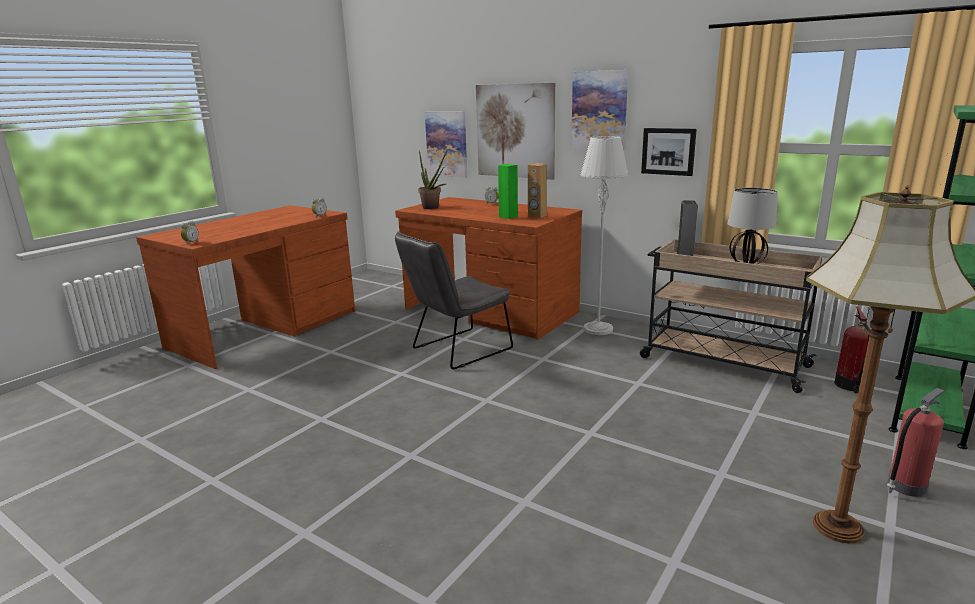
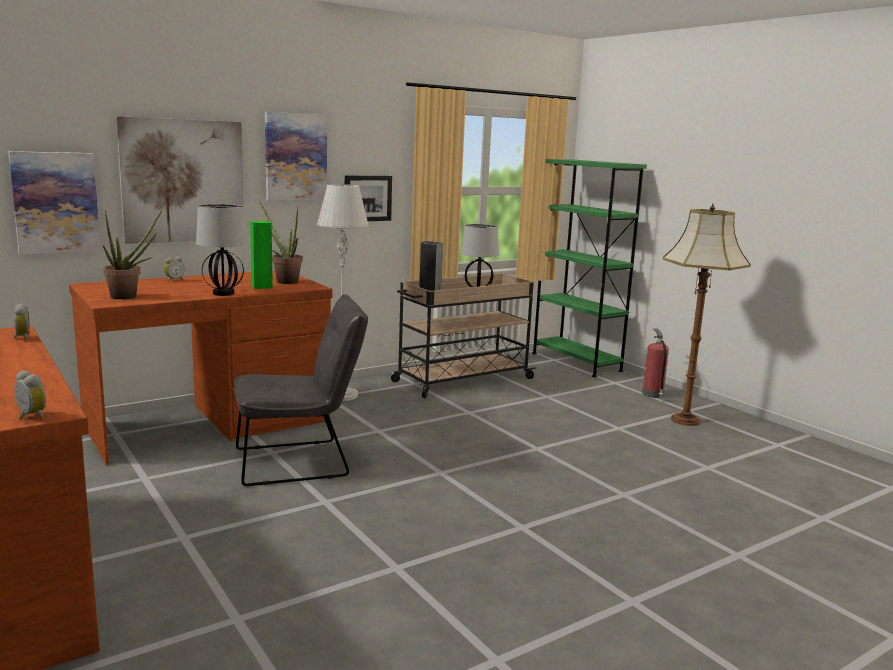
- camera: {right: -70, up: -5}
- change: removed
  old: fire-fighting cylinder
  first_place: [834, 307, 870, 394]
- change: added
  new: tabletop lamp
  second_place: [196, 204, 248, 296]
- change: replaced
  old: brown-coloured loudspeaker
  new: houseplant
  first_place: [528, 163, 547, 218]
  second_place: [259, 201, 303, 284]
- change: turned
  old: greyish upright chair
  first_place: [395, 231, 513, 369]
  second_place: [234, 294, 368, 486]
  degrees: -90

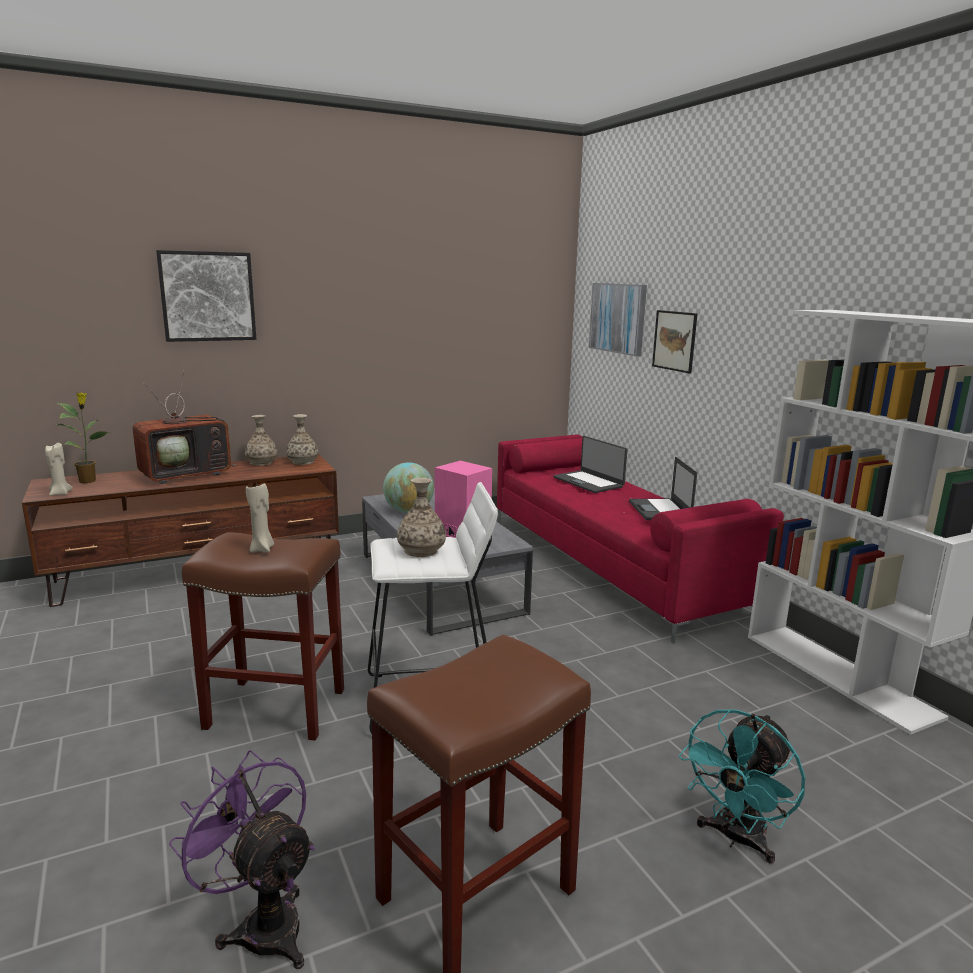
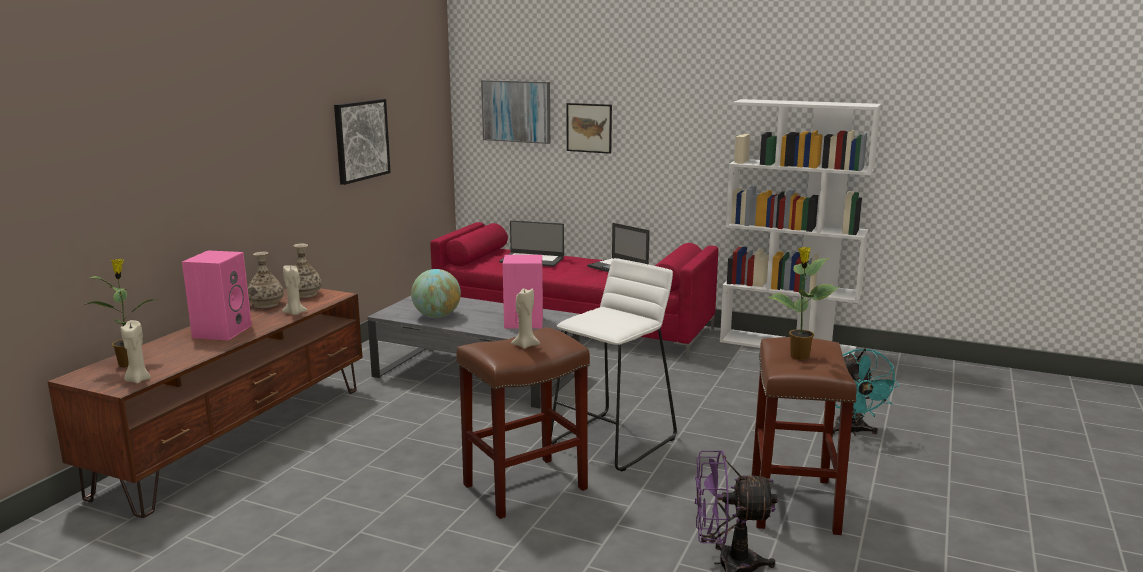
- camera: {right: -40, up: 0}
- change: removed
  old: decorative vase
  first_place: [397, 478, 446, 557]
- change: added
  new: sand-coloured wax candle
  second_place: [282, 266, 307, 315]
- change: added
  new: houseplant
  second_place: [767, 247, 839, 360]
- change: moved
  old: wall art
  first_place: [156, 250, 256, 342]
  second_place: [334, 99, 391, 185]
- change: replaced
  old: TV
  new: pink-coloured loudspeaker
  first_place: [132, 370, 237, 484]
  second_place: [182, 250, 252, 340]

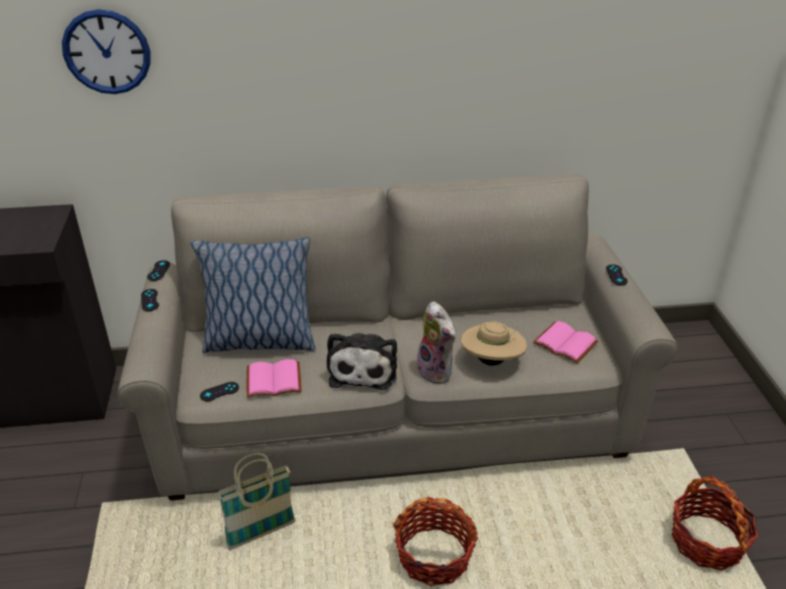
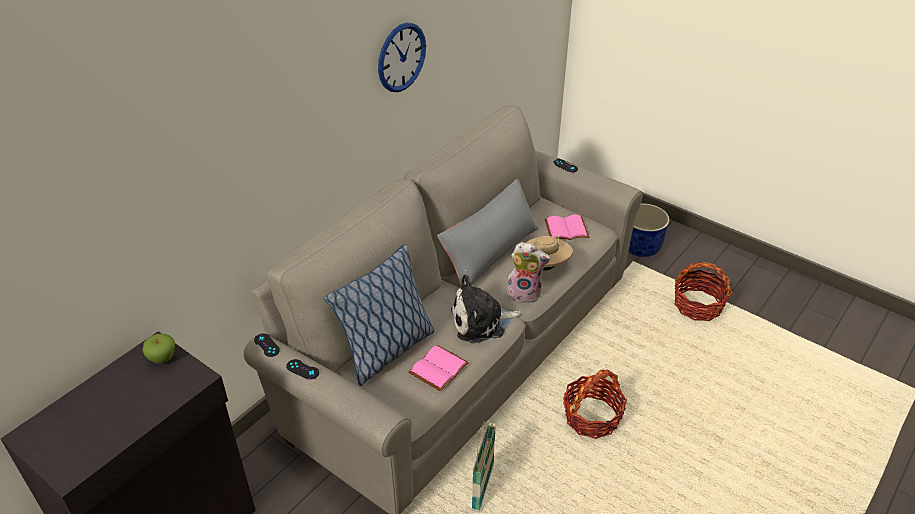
- camera: {right: -45, up: 5}
- change: removed
  old: black-coloured gamepad
  first_place: [200, 382, 239, 401]
- change: added
  new: apple fruit
  second_place: [142, 334, 175, 364]
- change: added
  new: greyish pillow
  second_place: [437, 179, 538, 286]
- change: added
  new: blue planter
  second_place: [628, 203, 669, 257]
- change: moved
  old: hanging clock
  first_place: [62, 9, 151, 94]
  second_place: [378, 22, 426, 92]
- change: turned
  old: soft toy
  first_place: [327, 333, 397, 390]
  second_place: [451, 274, 521, 343]
  degrees: 120

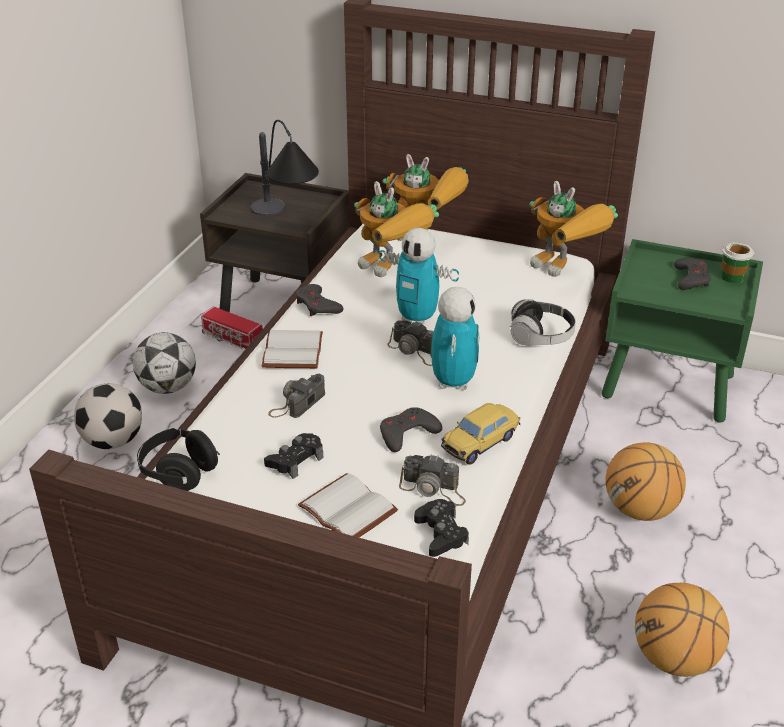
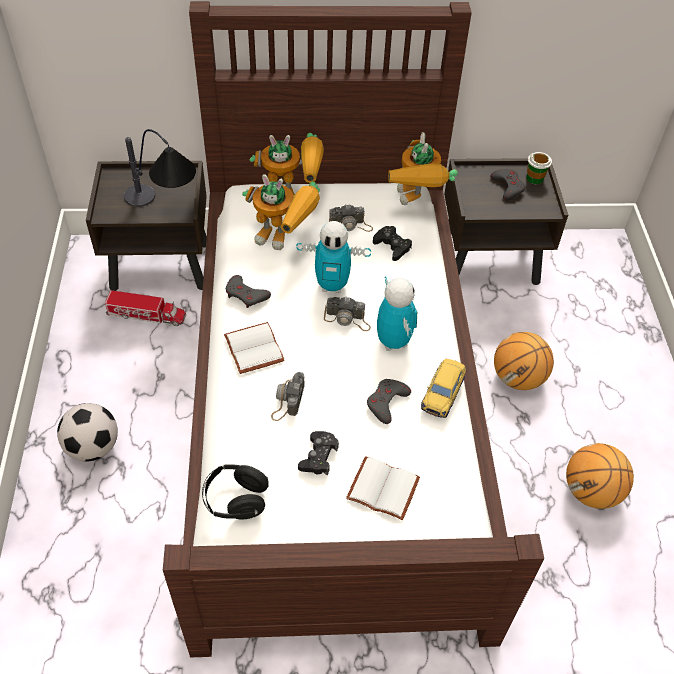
- camera: {right: -25, up: 15}
- change: removed
  old: ball for football
  first_place: [133, 332, 196, 394]
- change: removed
  old: headphones
  first_place: [510, 299, 576, 345]
- change: moved
  old: photo camera
  first_place: [399, 454, 466, 506]
  second_place: [329, 205, 373, 232]
- change: moved
  old: black-coloured gamepad
  first_place: [414, 499, 469, 557]
  second_place: [373, 226, 412, 261]
- change: recoloured
  old: green-coloured night table
  new: brown-coloured night table
  first_place: [601, 239, 763, 423]
  second_place: [444, 158, 568, 285]
- change: turned
  old: model robot
  first_place: [529, 181, 618, 277]
  second_place: [388, 132, 458, 205]
  degrees: 60

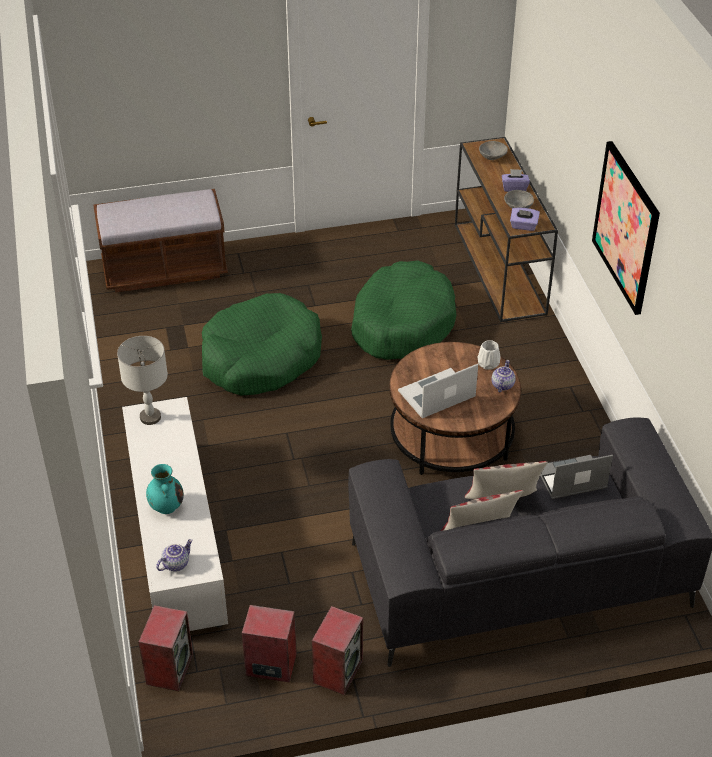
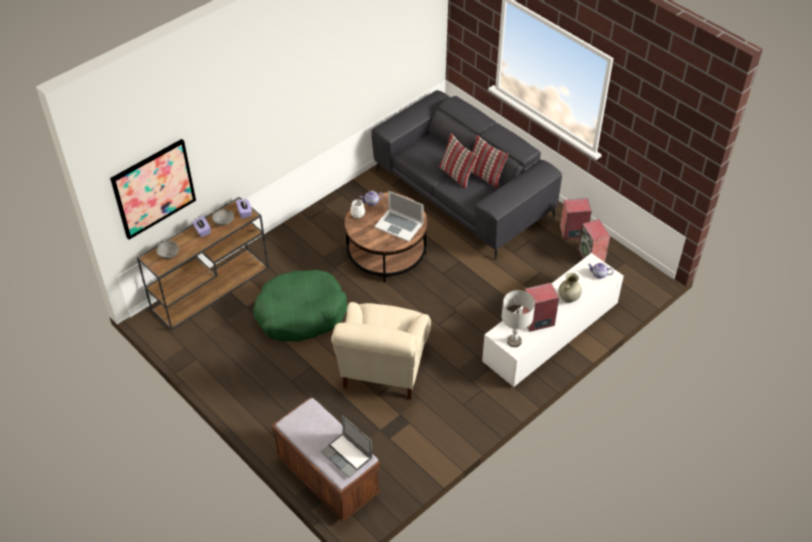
- camera: {right: -120, up: 5}
- change: moved
  old: loudspeaker
  first_place: [138, 605, 193, 691]
  second_place: [522, 283, 559, 332]
- change: moved
  old: notebook computer
  first_place: [540, 455, 613, 499]
  second_place: [321, 415, 373, 478]
- change: moved
  old: wall art
  first_place: [592, 141, 660, 315]
  second_place: [110, 139, 196, 240]
- change: replaced
  old: green-coloured pet bed
  new: sand-coloured armchair
  first_place: [202, 293, 322, 396]
  second_place: [331, 302, 431, 400]
- change: recoloured
  old: turquoise-coloured decorative vase
  new: sand-coloured decorative vase
  first_place: [146, 464, 184, 514]
  second_place: [559, 273, 582, 303]

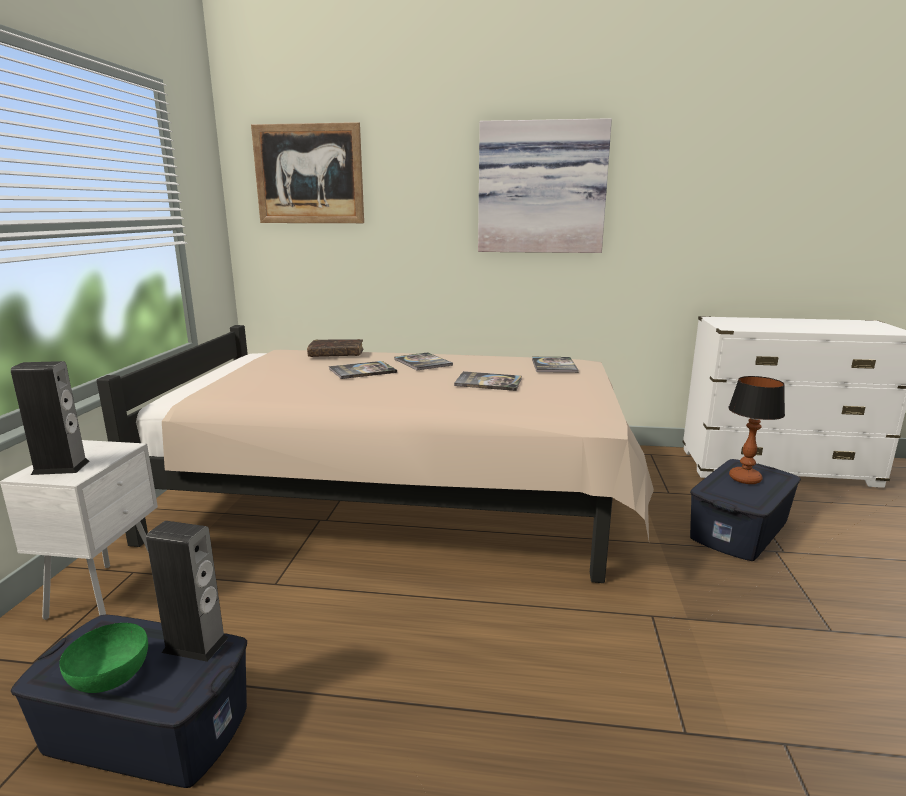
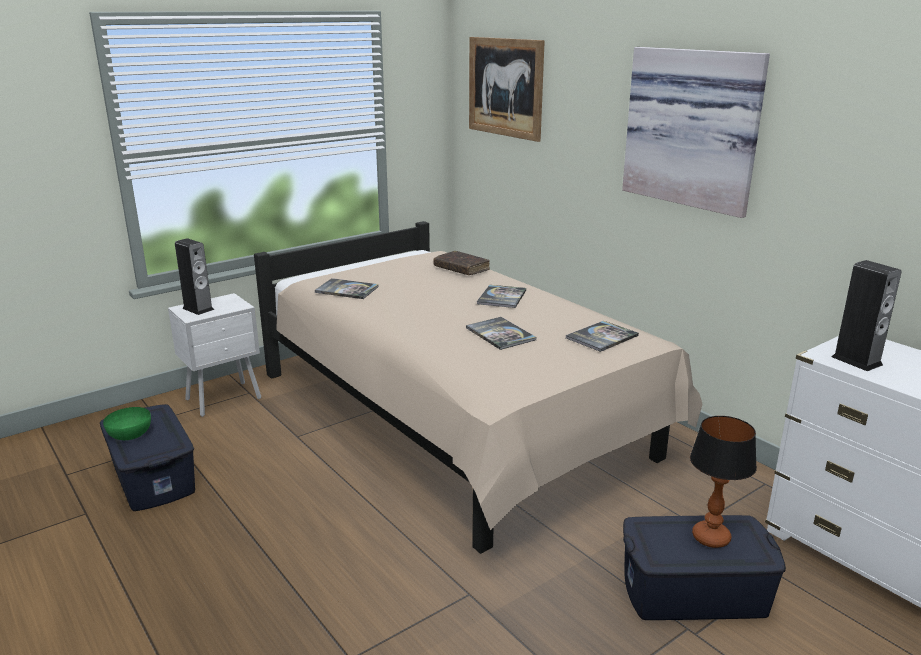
- camera: {right: 45, up: 5}
- change: moved
  old: loudspeaker
  first_place: [146, 521, 228, 662]
  second_place: [831, 260, 902, 371]
- change: moved
  old: volume
  first_place: [329, 361, 397, 379]
  second_place: [315, 278, 379, 299]

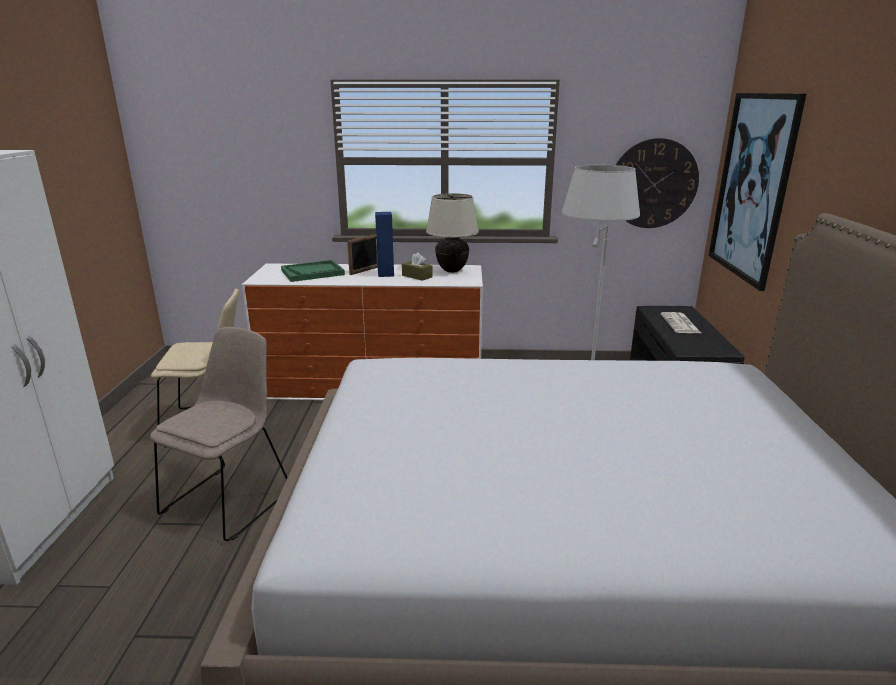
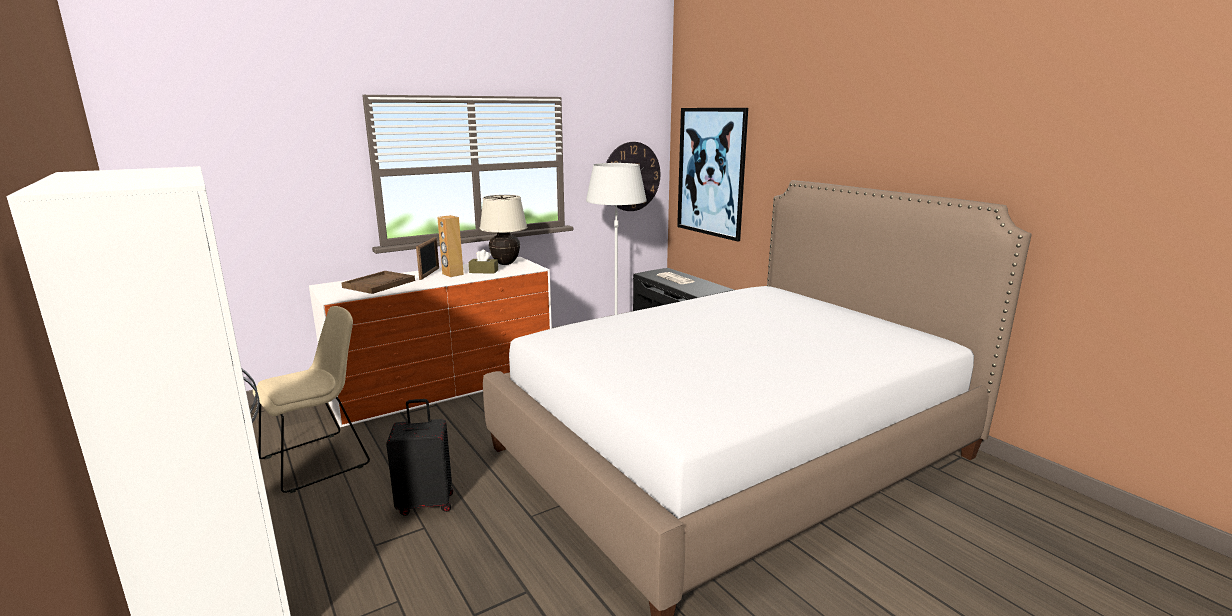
- camera: {right: -35, up: -5}
- change: replaced
  old: sand-coloured upright chair
  new: black-coloured suitcase
  first_place: [150, 327, 288, 541]
  second_place: [386, 399, 453, 516]
- change: recoloured
  old: green-coloured tray
  new: brown-coloured tray
  first_place: [281, 260, 345, 282]
  second_place: [342, 271, 415, 294]
- change: recoloured
  old: blue loudspeaker
  new: brown-coloured loudspeaker
  first_place: [375, 212, 394, 277]
  second_place: [437, 215, 464, 277]

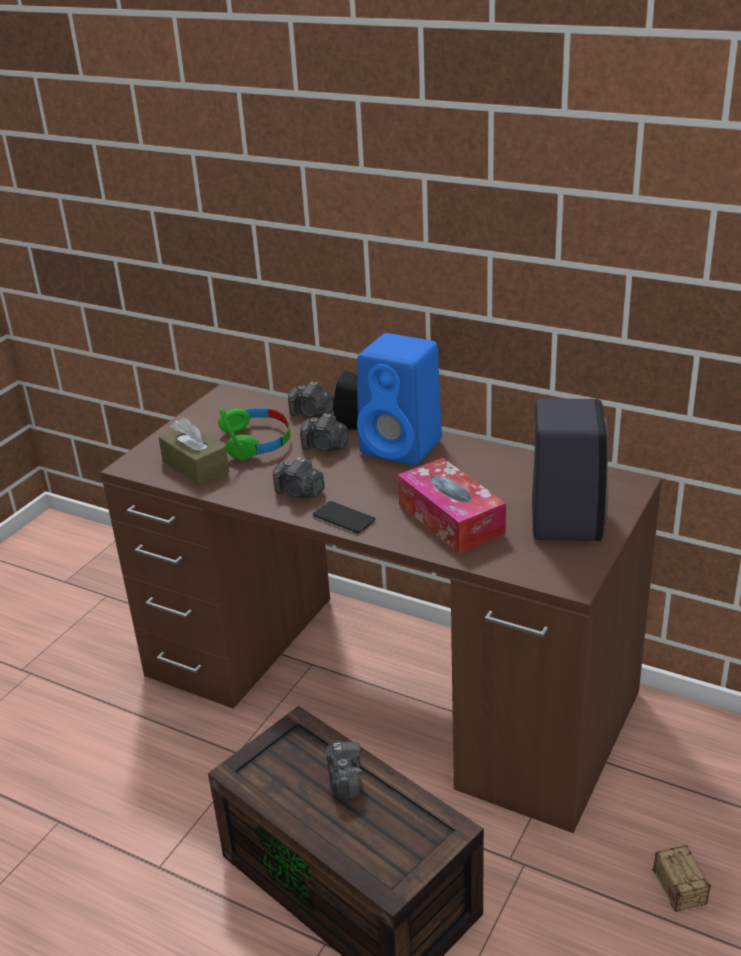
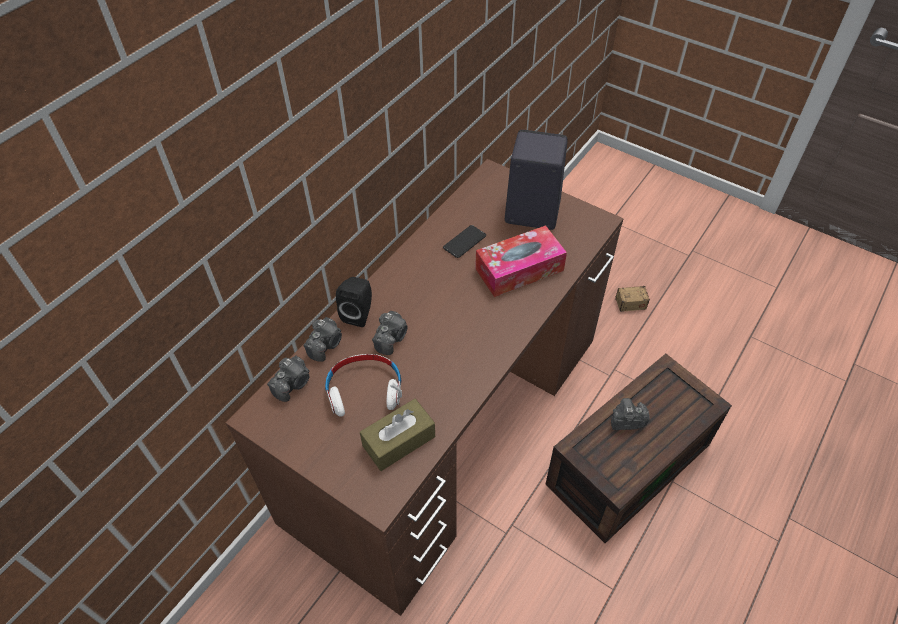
- camera: {right: -85, up: 20}
- change: removed
  old: blue loudspeaker
  first_place: [357, 333, 442, 465]
- change: moved
  old: photo camera
  first_place: [273, 457, 325, 498]
  second_place: [267, 356, 310, 402]
- change: moved
  old: handset
  first_place: [313, 501, 375, 533]
  second_place: [443, 225, 486, 258]
- change: recoloured
  old: green-coloured headphones
  new: white headphones
  first_place: [218, 408, 290, 460]
  second_place: [325, 354, 402, 417]

